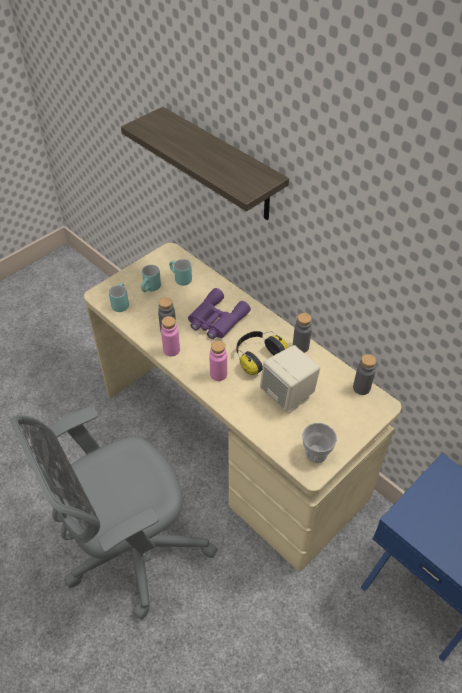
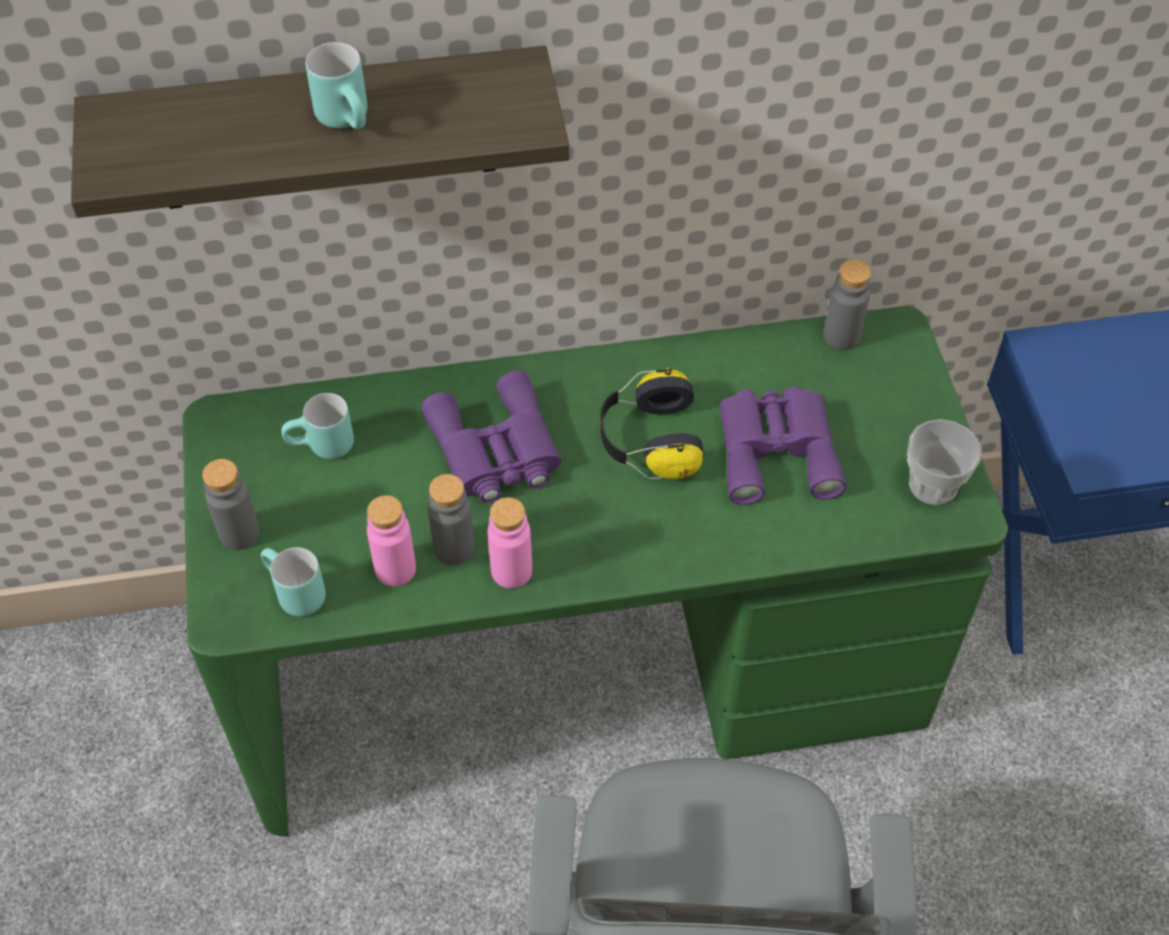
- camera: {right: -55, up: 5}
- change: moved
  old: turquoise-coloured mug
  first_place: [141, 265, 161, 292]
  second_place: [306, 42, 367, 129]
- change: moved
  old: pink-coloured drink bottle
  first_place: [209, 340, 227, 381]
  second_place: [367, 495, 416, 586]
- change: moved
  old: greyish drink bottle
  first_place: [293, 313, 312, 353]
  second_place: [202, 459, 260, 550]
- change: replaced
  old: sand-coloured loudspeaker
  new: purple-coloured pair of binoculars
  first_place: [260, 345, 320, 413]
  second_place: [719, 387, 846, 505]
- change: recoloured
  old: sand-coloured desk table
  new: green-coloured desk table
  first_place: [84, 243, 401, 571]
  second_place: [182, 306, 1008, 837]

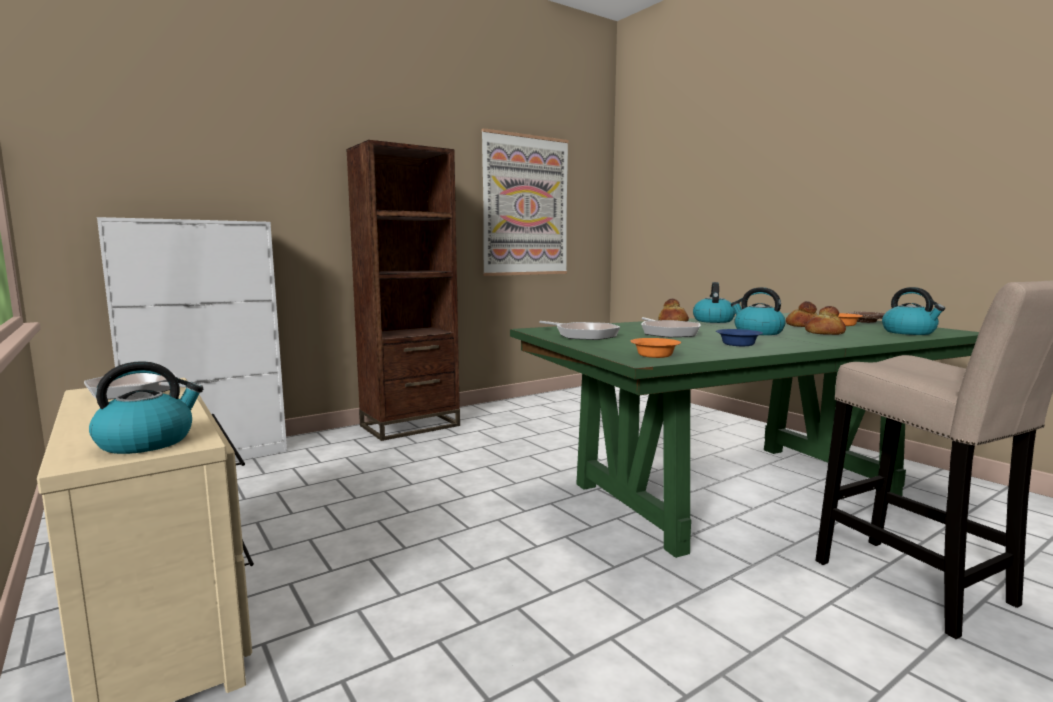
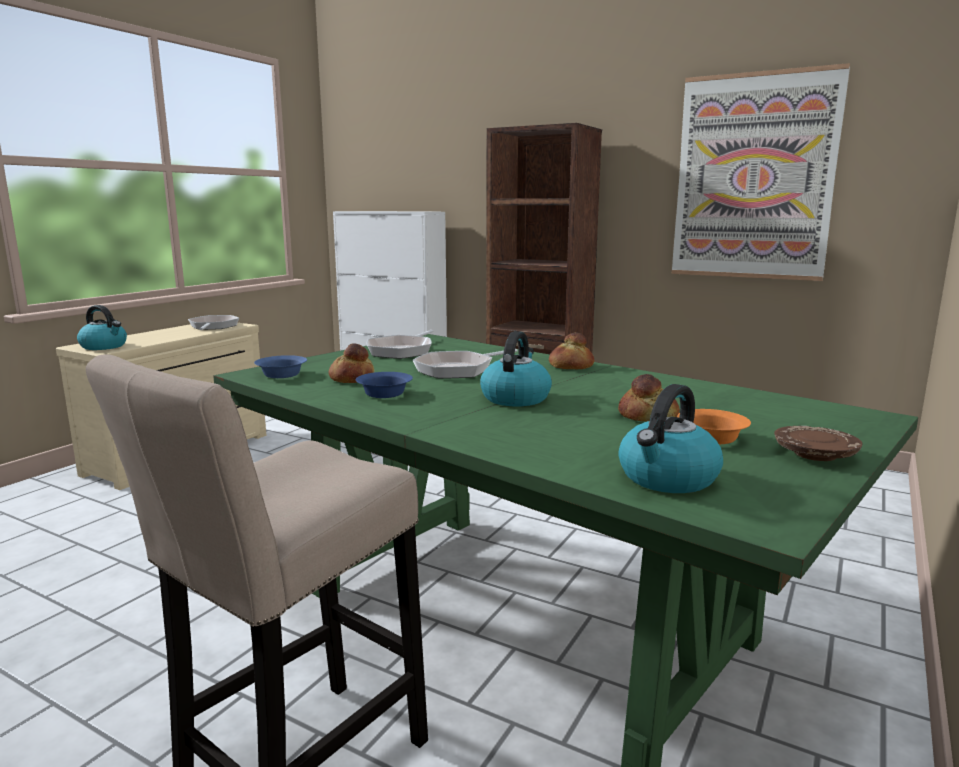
- camera: {right: 65, up: 5}
- change: removed
  old: water kettle
  first_place: [693, 282, 735, 323]
- change: moved
  old: bakery bread
  first_place: [805, 306, 846, 335]
  second_place: [329, 343, 375, 383]
- change: recoloured
  old: orange-coloured serving bowl
  new: blue serving bowl
  first_place: [630, 338, 681, 358]
  second_place: [254, 355, 307, 378]

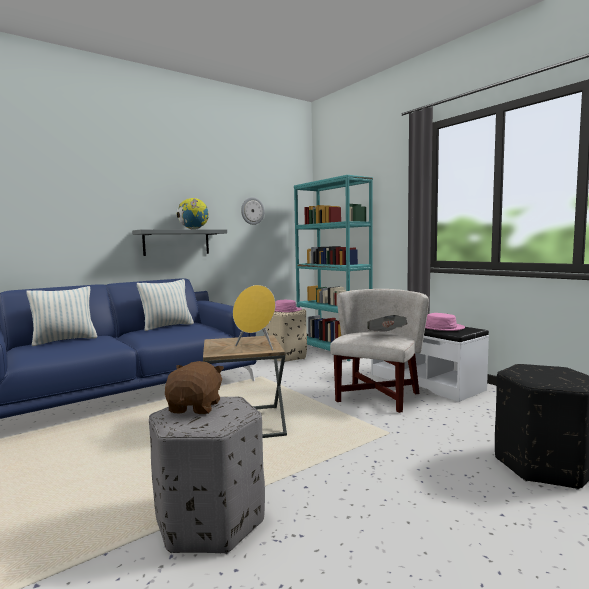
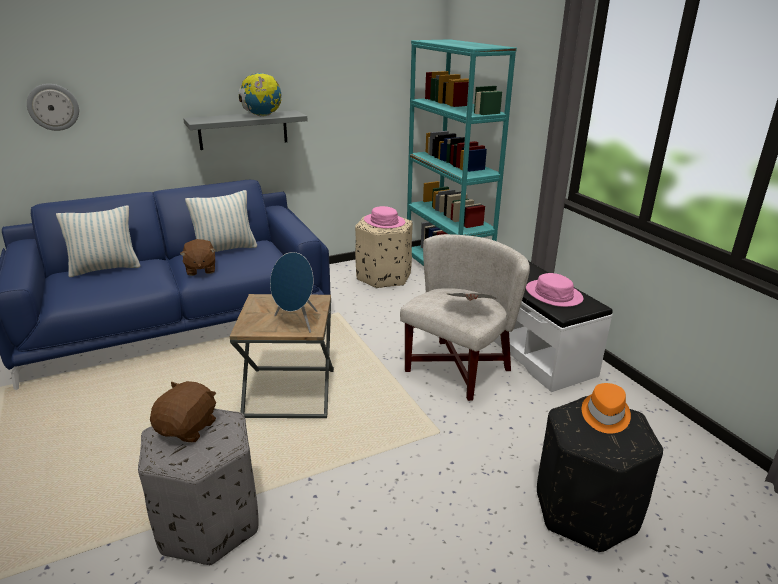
- camera: {right: 10, up: 20}
- change: added
  new: brown-coloured soft toy
  second_place: [180, 239, 216, 276]
- change: added
  new: orange-coloured hat
  second_place: [582, 383, 631, 434]
- change: moved
  old: hanging clock
  first_place: [241, 197, 265, 225]
  second_place: [27, 84, 79, 131]
- change: recoloured
  old: yellowish loudspeaker
  new: blue loudspeaker
  first_place: [233, 285, 275, 350]
  second_place: [270, 252, 317, 333]

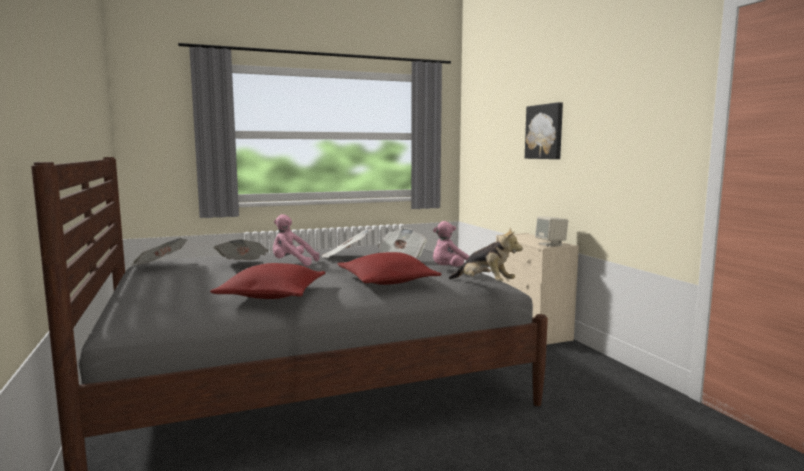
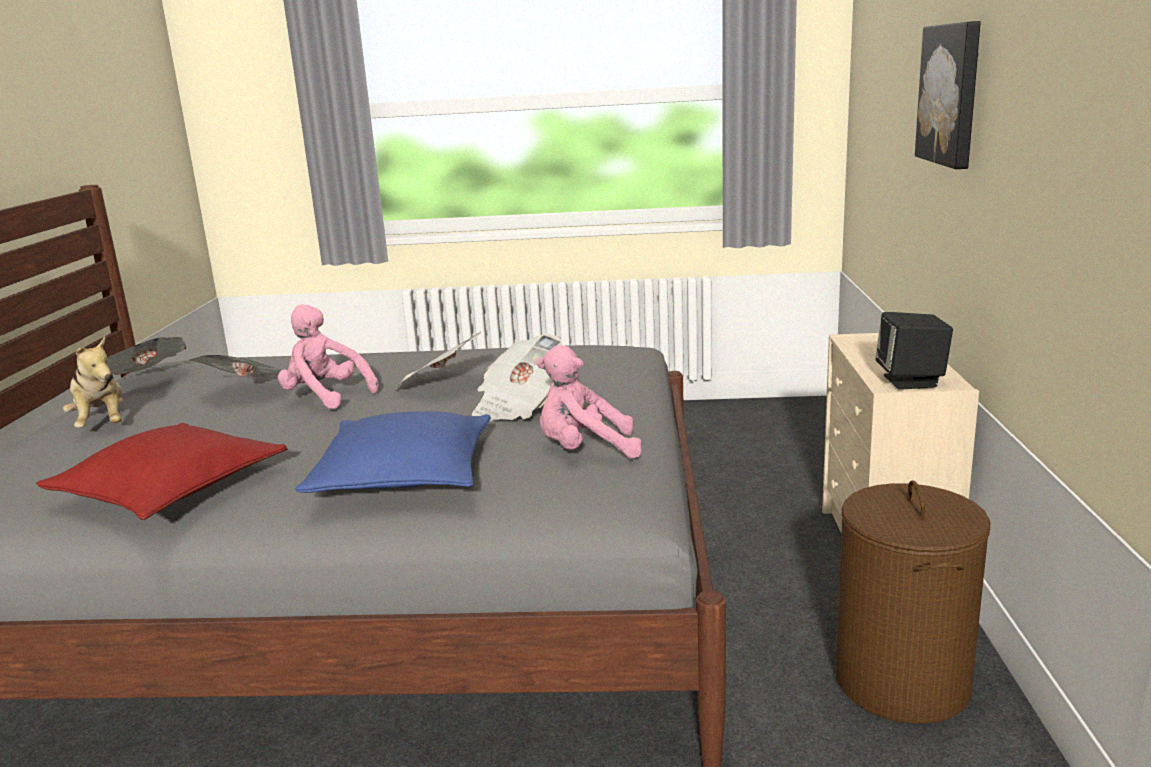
- camera: {right: 25, up: 10}
- change: added
  new: brown-coloured hamper
  second_place: [835, 480, 990, 724]
- change: moved
  old: soft toy
  first_place: [449, 227, 523, 282]
  second_place: [63, 337, 123, 428]
- change: recoloured
  old: reddish pillow
  new: blue pillow
  first_place: [337, 252, 442, 285]
  second_place: [295, 411, 491, 493]
- change: recoloured
  old: sand-coloured loudspeaker
  new: black-coloured loudspeaker
  first_place: [535, 216, 568, 247]
  second_place: [875, 312, 953, 390]

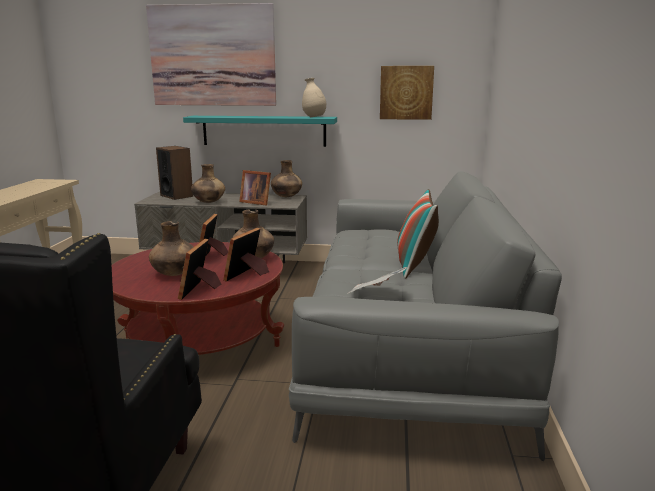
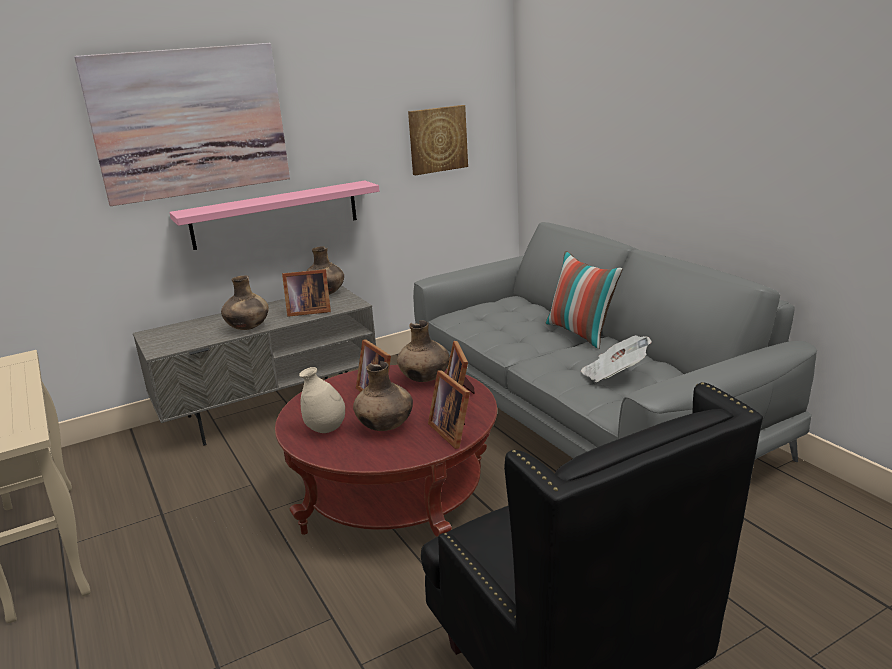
- camera: {right: -35, up: 5}
- change: removed
  old: loudspeaker
  first_place: [156, 146, 193, 200]
- change: moved
  old: sand-coloured decorative vase
  first_place: [302, 78, 326, 117]
  second_place: [299, 367, 345, 433]
- change: recoloured
  old: turquoise-coloured shelf
  new: pink-coloured shelf
  first_place: [183, 116, 337, 147]
  second_place: [169, 181, 379, 250]

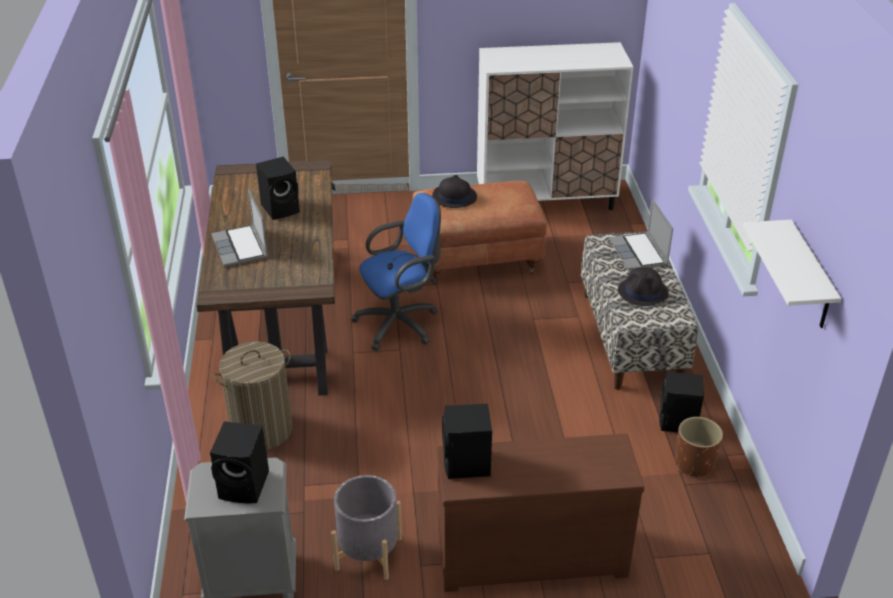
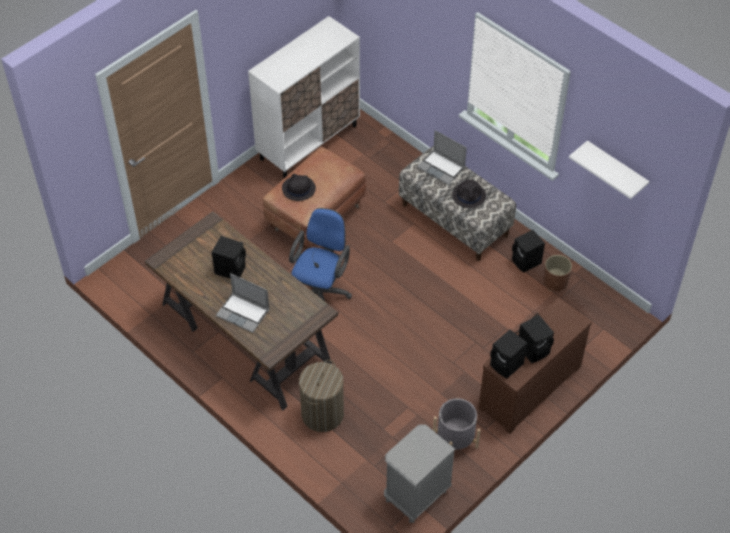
- camera: {right: -40, up: 15}
- change: moved
  old: black-coloured loudspeaker
  first_place: [210, 421, 269, 503]
  second_place: [519, 315, 554, 363]

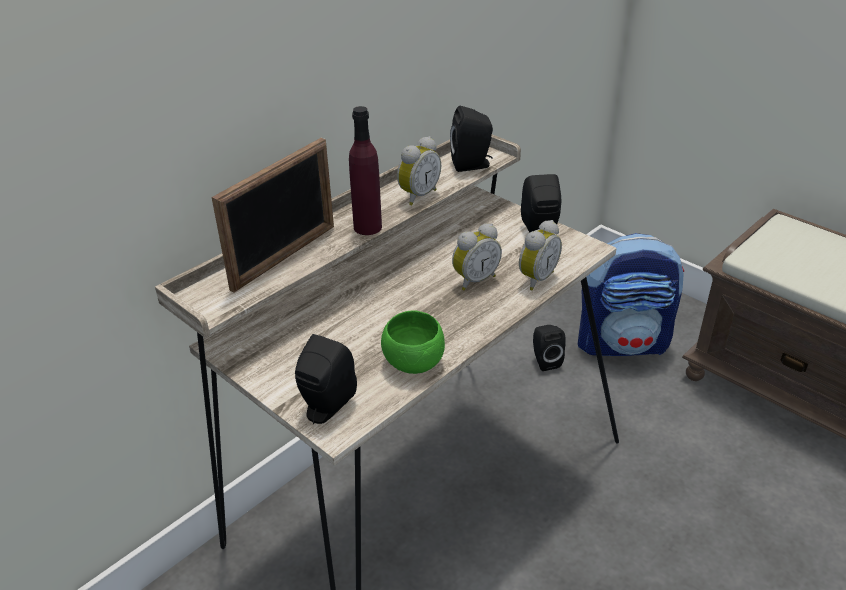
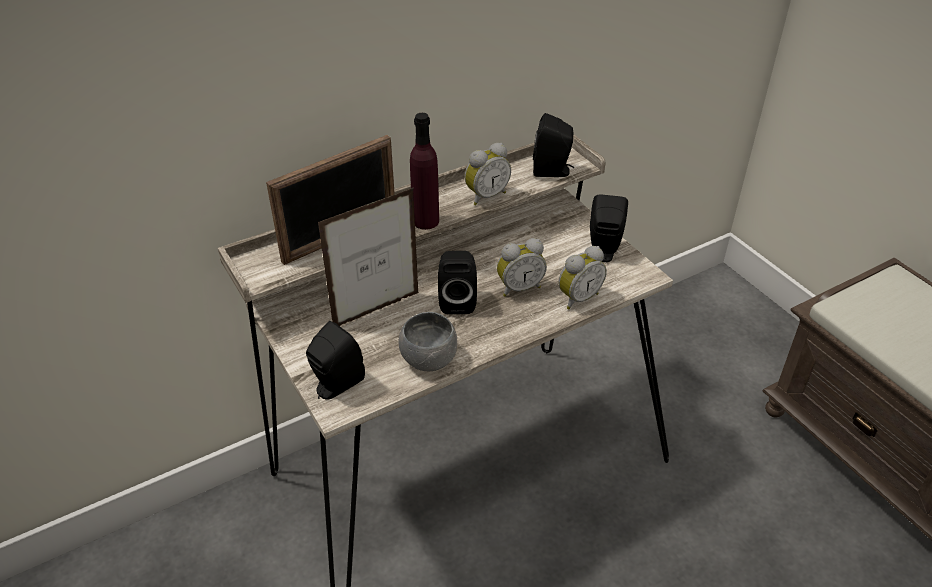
- camera: {right: 15, up: 5}
- change: removed
  old: backpack
  first_place: [578, 233, 684, 356]
- change: added
  new: picture frame
  second_place: [318, 187, 419, 326]
- change: moved
  old: black-coloured loudspeaker
  first_place: [533, 325, 566, 371]
  second_place: [438, 251, 477, 314]
- change: recoloured
  old: green-coloured serving bowl
  new: greyish serving bowl
  first_place: [381, 311, 445, 374]
  second_place: [399, 312, 457, 371]

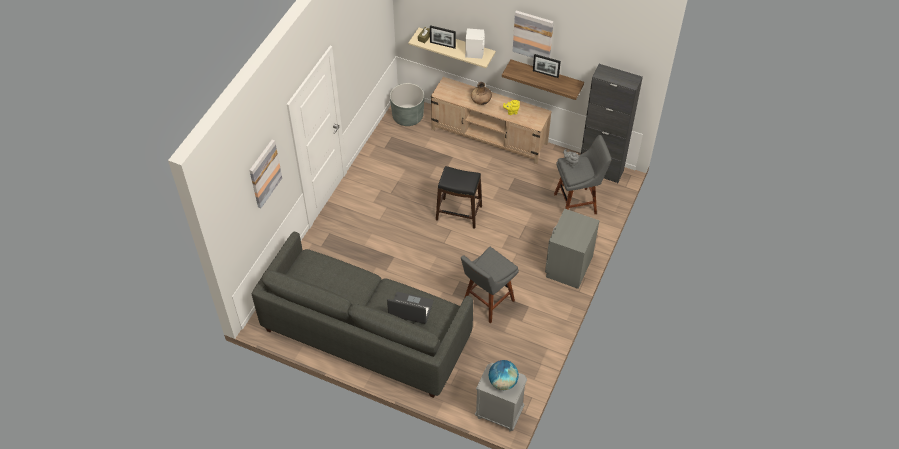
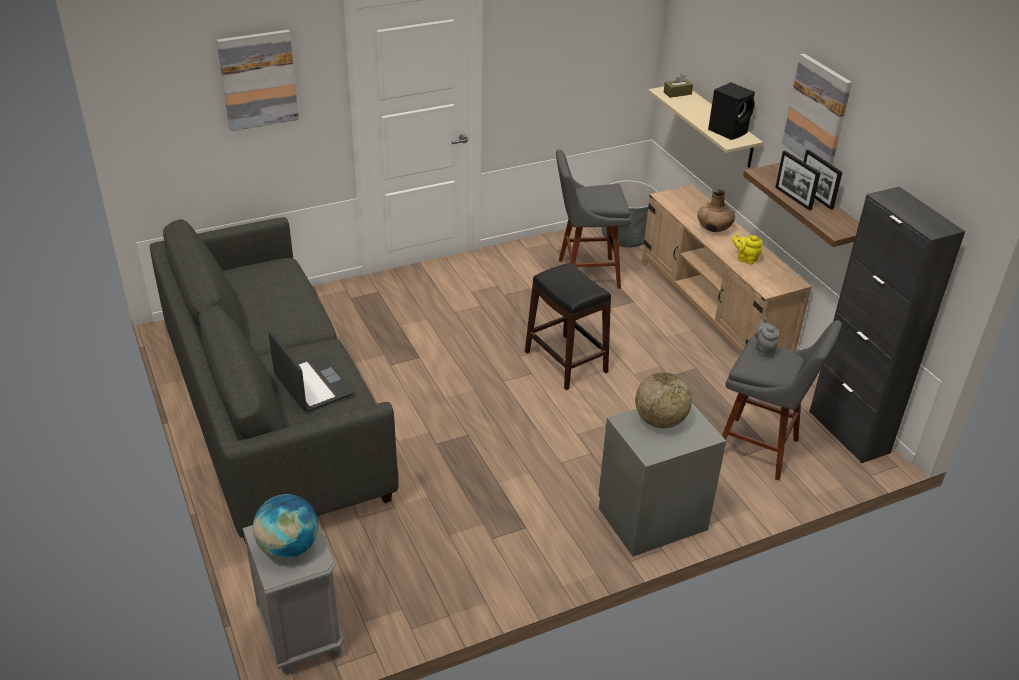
- camera: {right: 40, up: -15}
- change: added
  new: desk globe
  second_place: [635, 372, 692, 428]
- change: moved
  old: picture frame
  first_place: [430, 25, 456, 49]
  second_place: [775, 151, 820, 210]
- change: moved
  old: greyish sitting stool
  first_place: [461, 247, 519, 323]
  second_place: [556, 149, 631, 289]
- change: recoloured
  old: white loudspeaker
  new: black-coloured loudspeaker
  first_place: [465, 28, 485, 59]
  second_place: [708, 82, 755, 140]

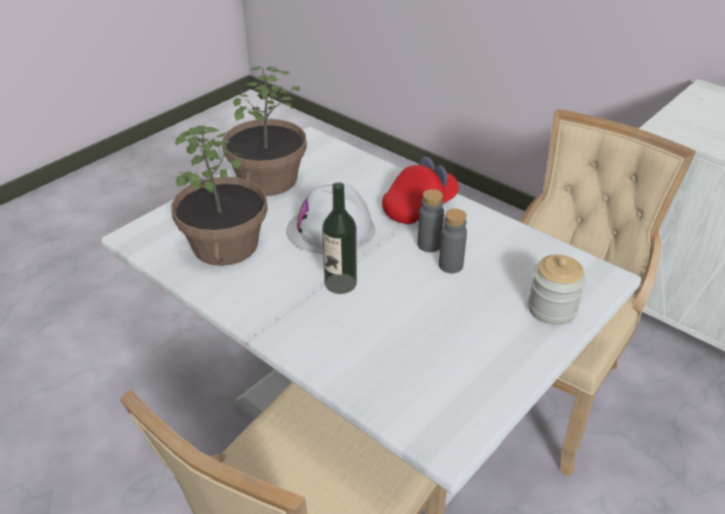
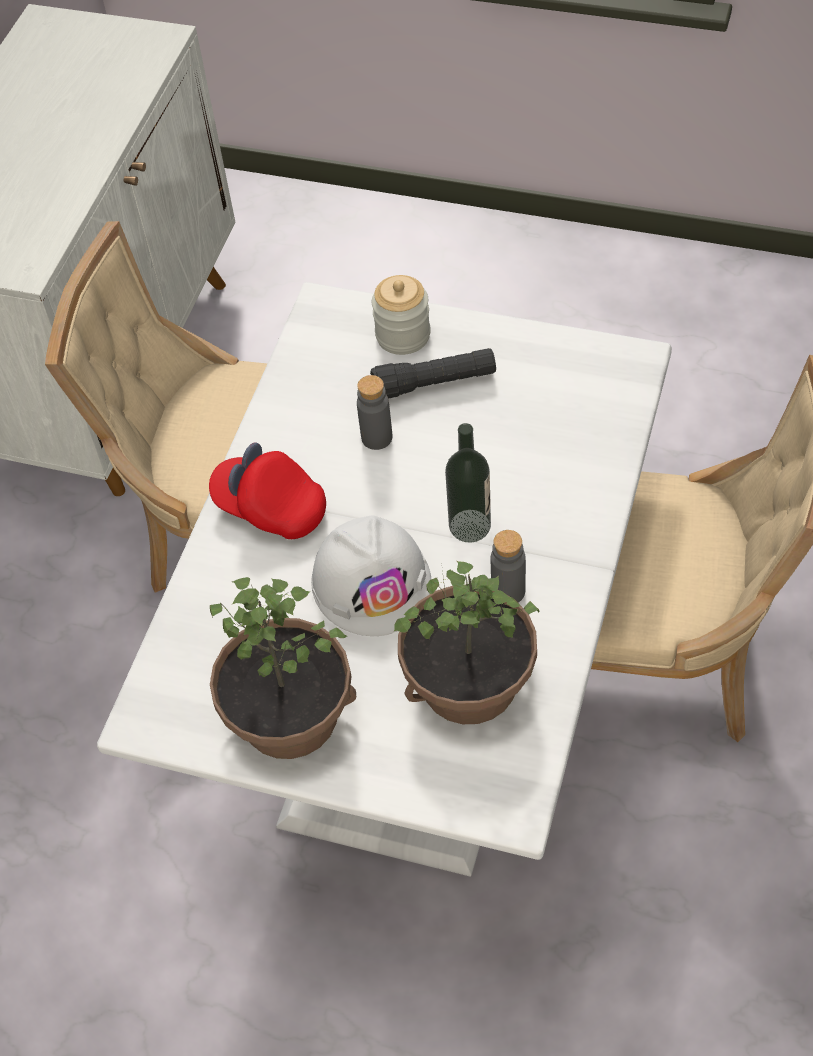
- camera: {right: -110, up: 15}
- change: added
  new: black-coloured hand torch
  second_place: [370, 348, 496, 399]
- change: moved
  old: greyish drink bottle
  first_place: [418, 189, 444, 252]
  second_place: [491, 530, 526, 602]

